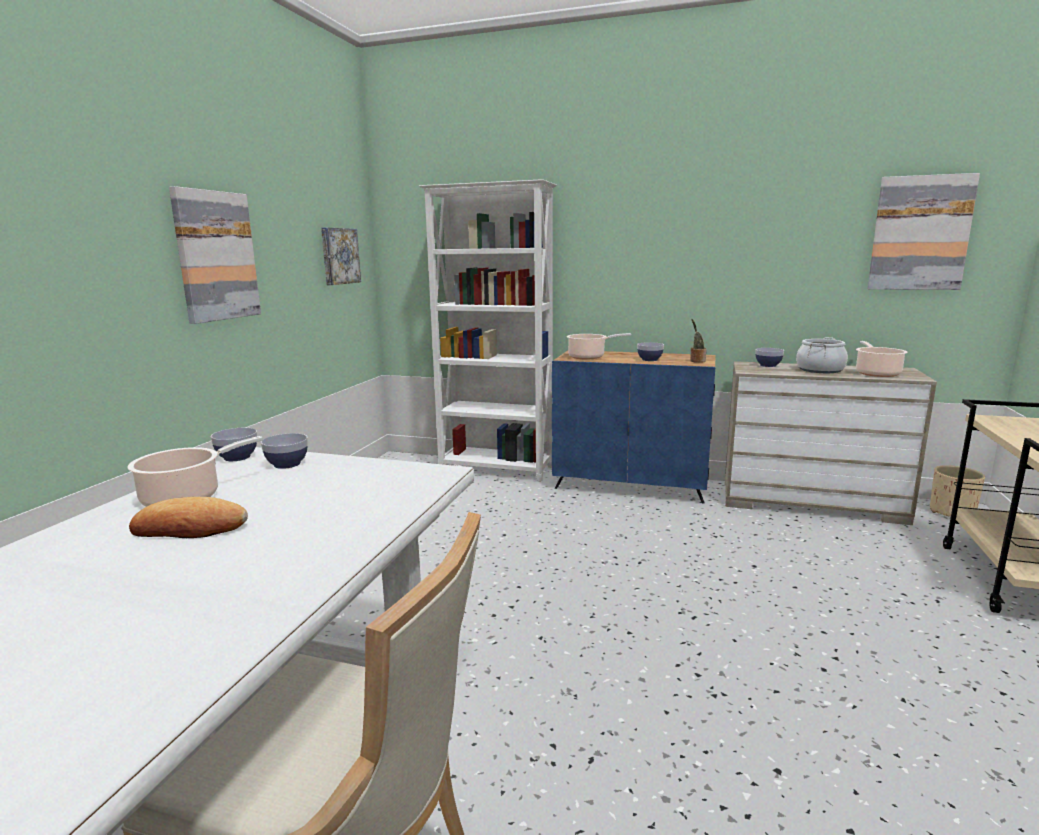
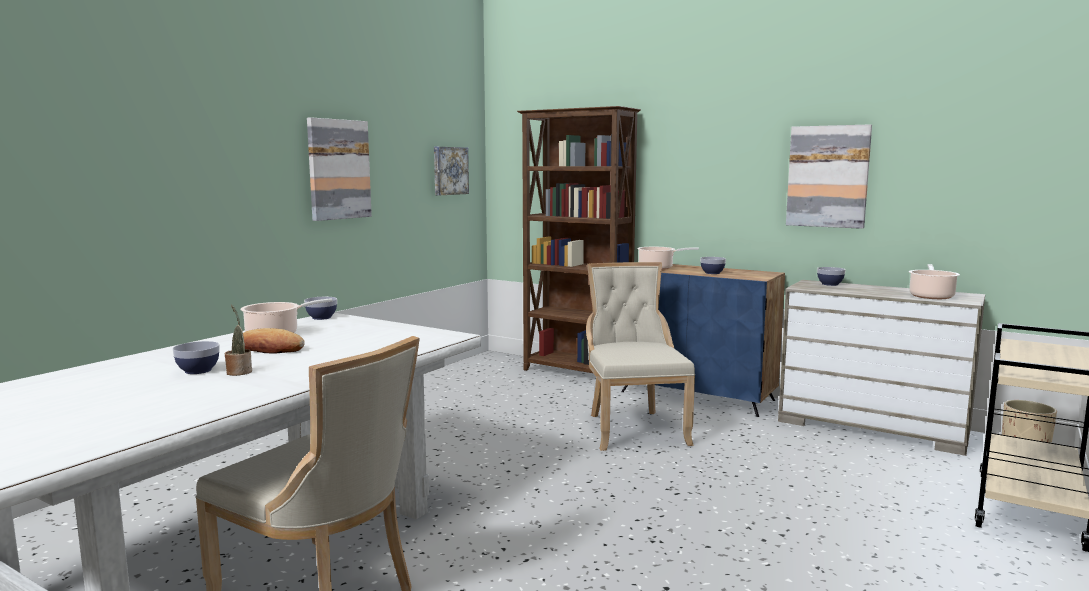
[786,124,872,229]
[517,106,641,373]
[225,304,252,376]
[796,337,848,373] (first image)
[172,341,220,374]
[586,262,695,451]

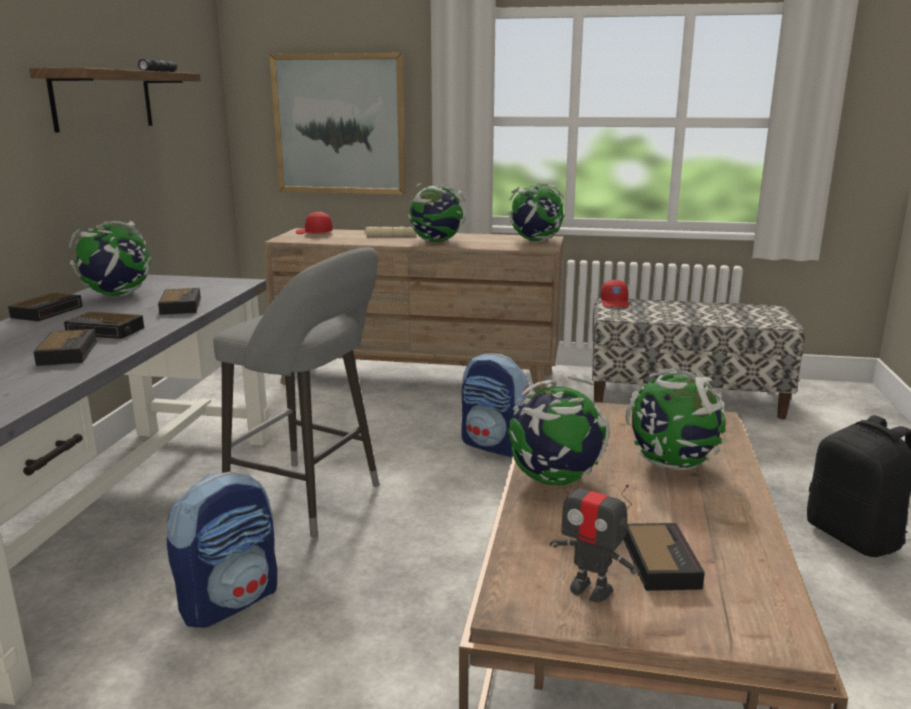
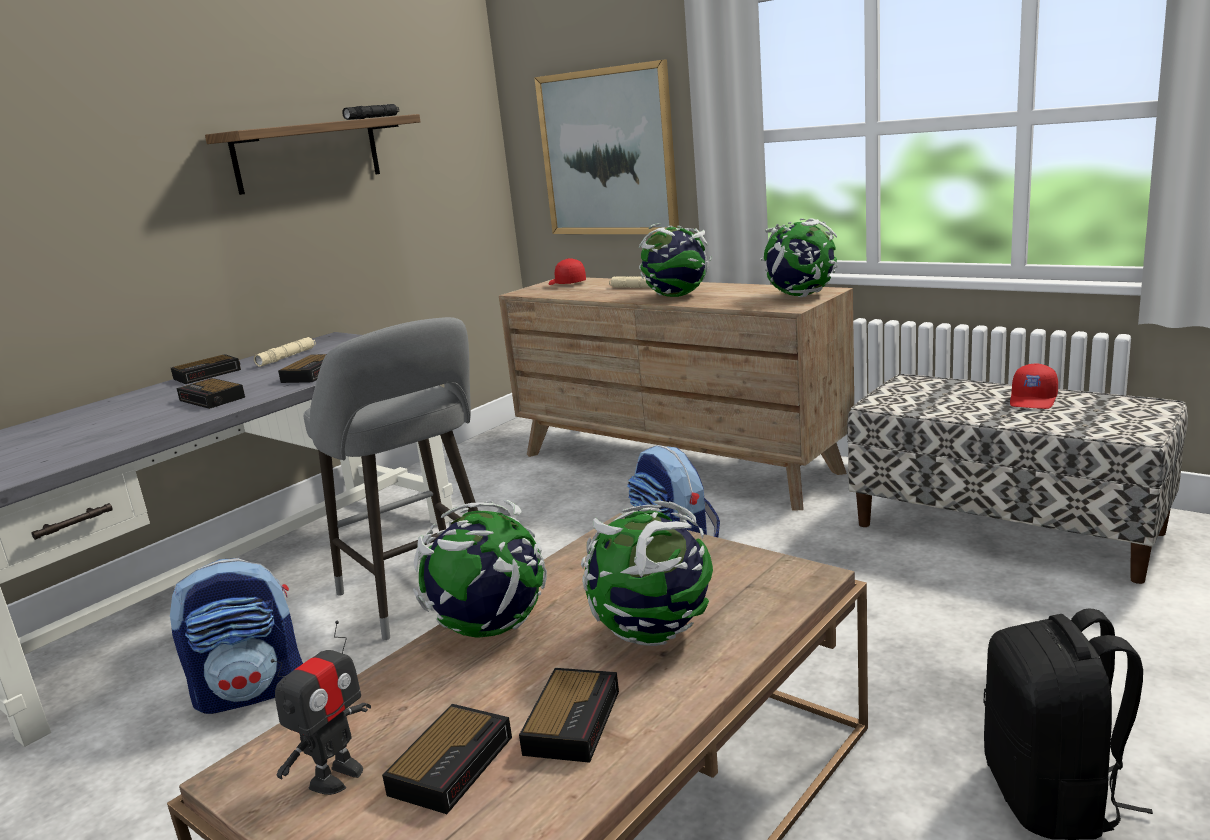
[254,337,316,367]
[1010,363,1058,409]
[519,668,619,763]
[271,621,371,795]

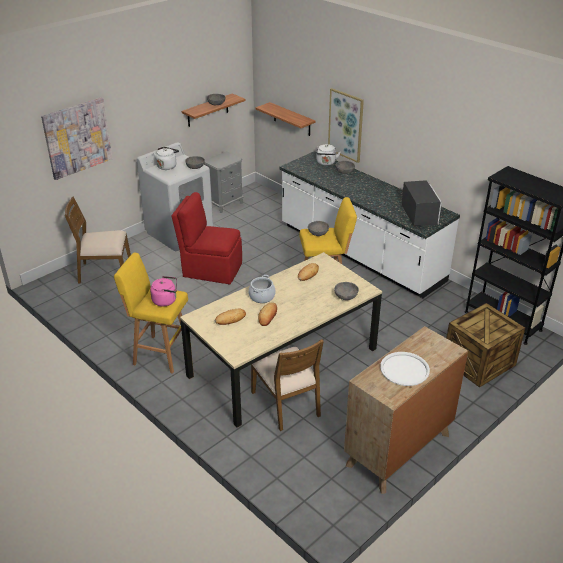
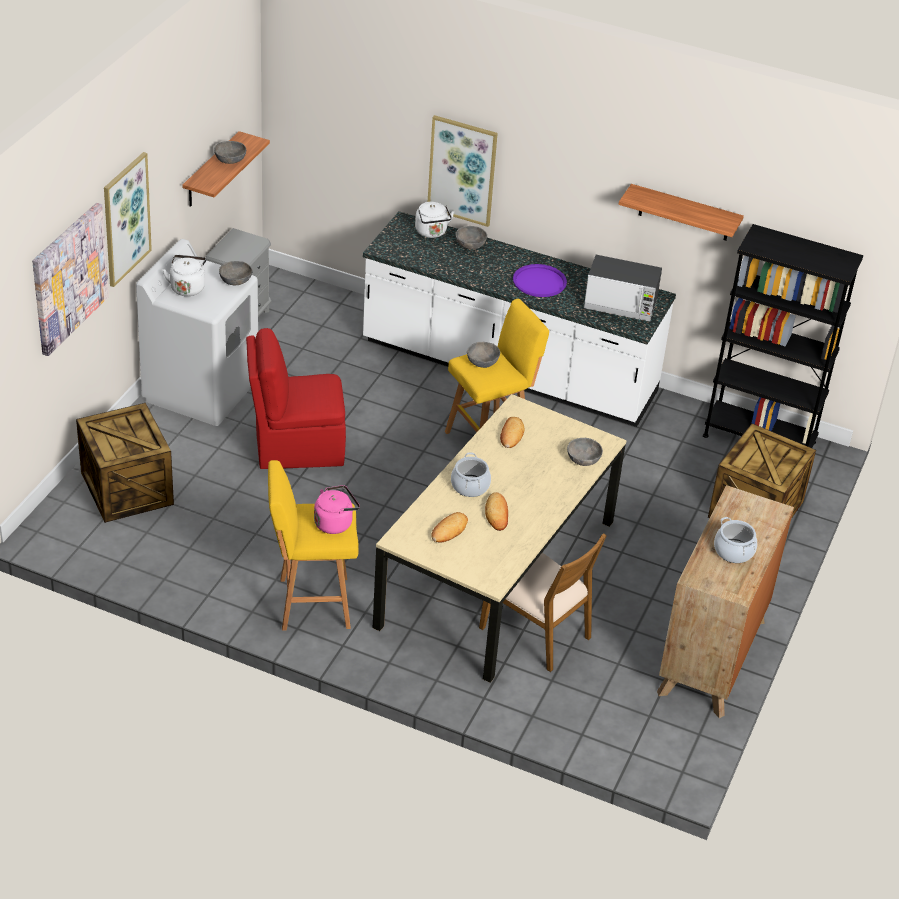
[618,184,744,241]
[584,255,662,322]
[76,403,174,523]
[714,517,757,563]
[104,152,152,287]
[513,264,567,297]

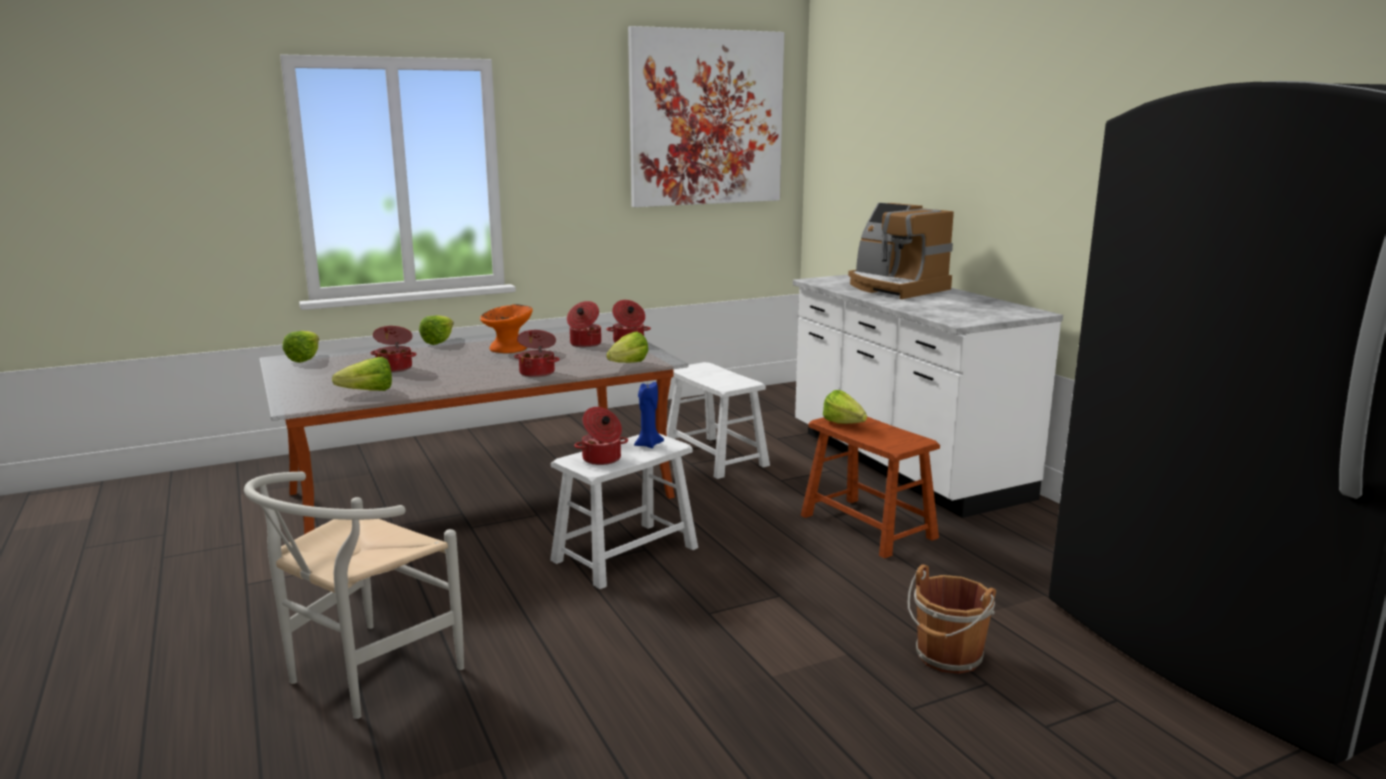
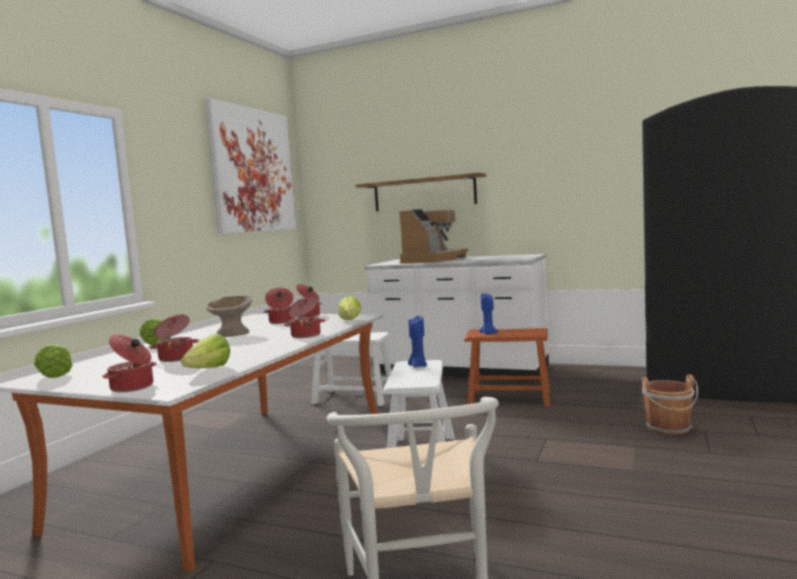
[399,209,468,264]
[206,296,252,337]
[479,294,498,334]
[102,334,157,393]
[356,173,486,211]

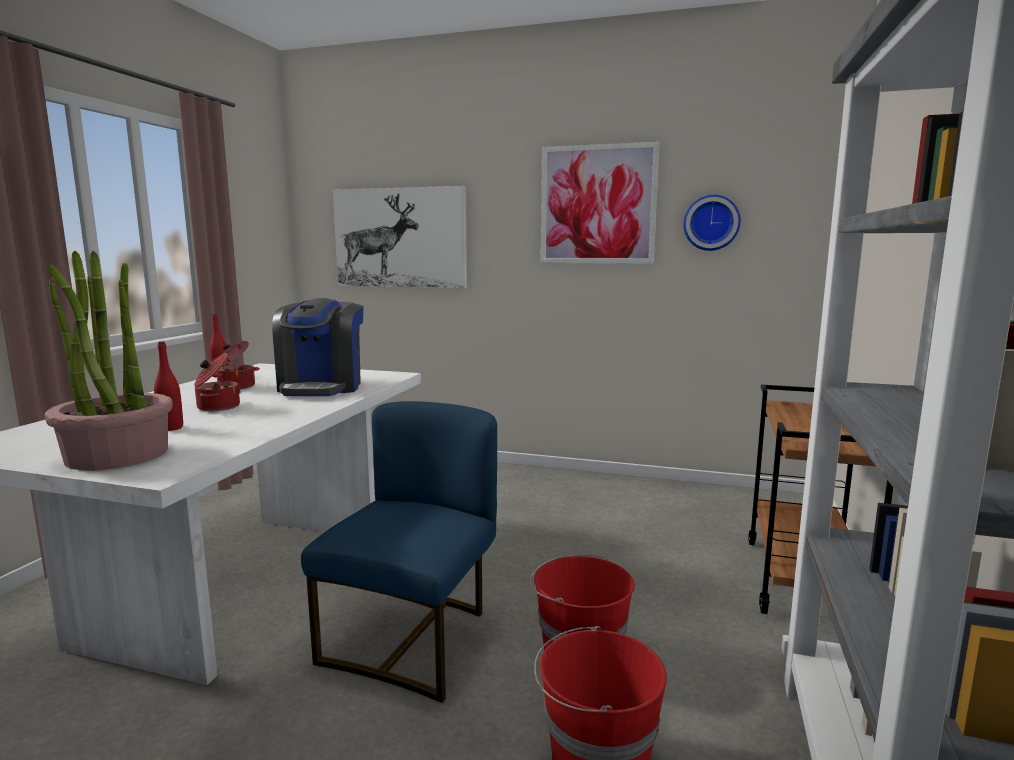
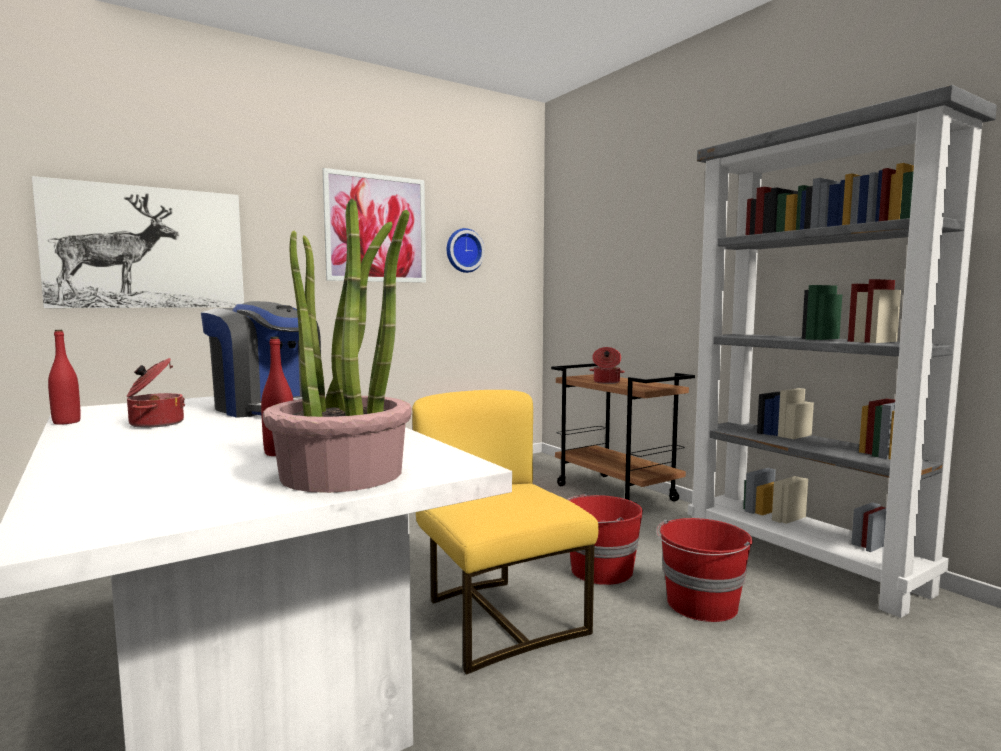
[590,347,625,384]
[412,390,599,675]

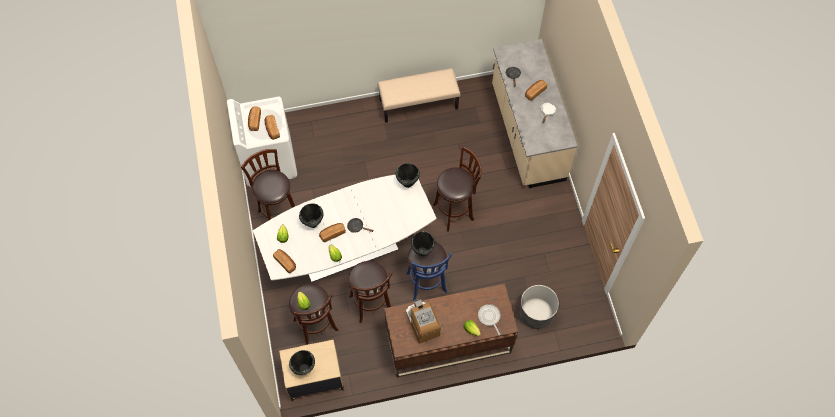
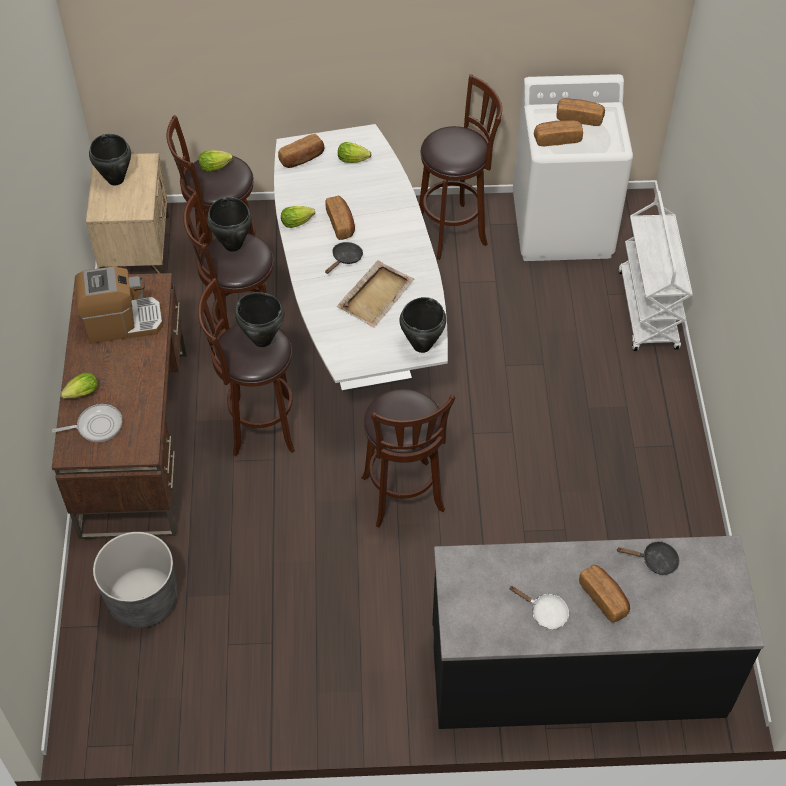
[432,535,764,729]
[378,68,460,123] (first image)
[207,197,252,252]
[198,278,295,457]
[618,191,693,351]
[337,260,414,328]

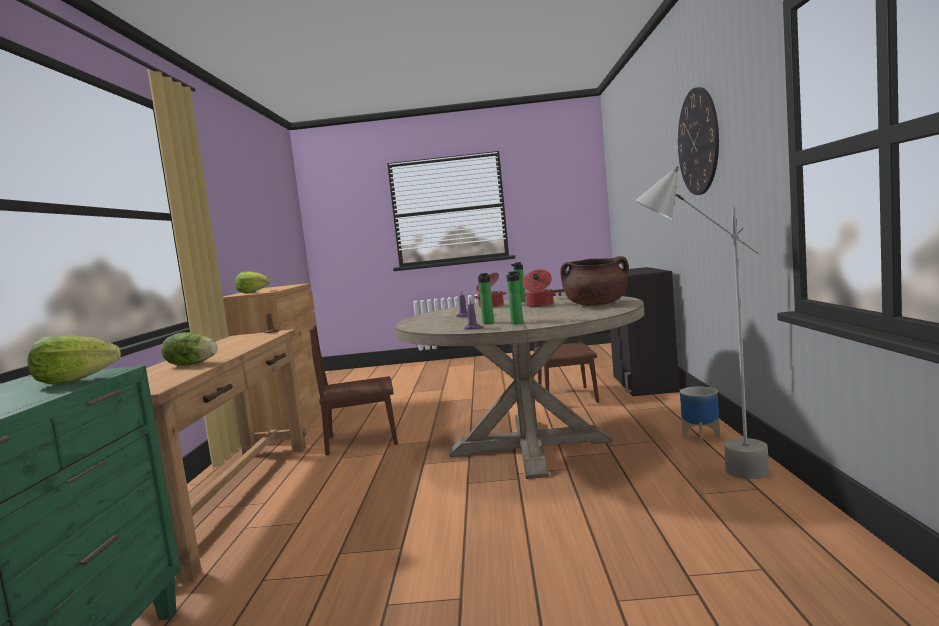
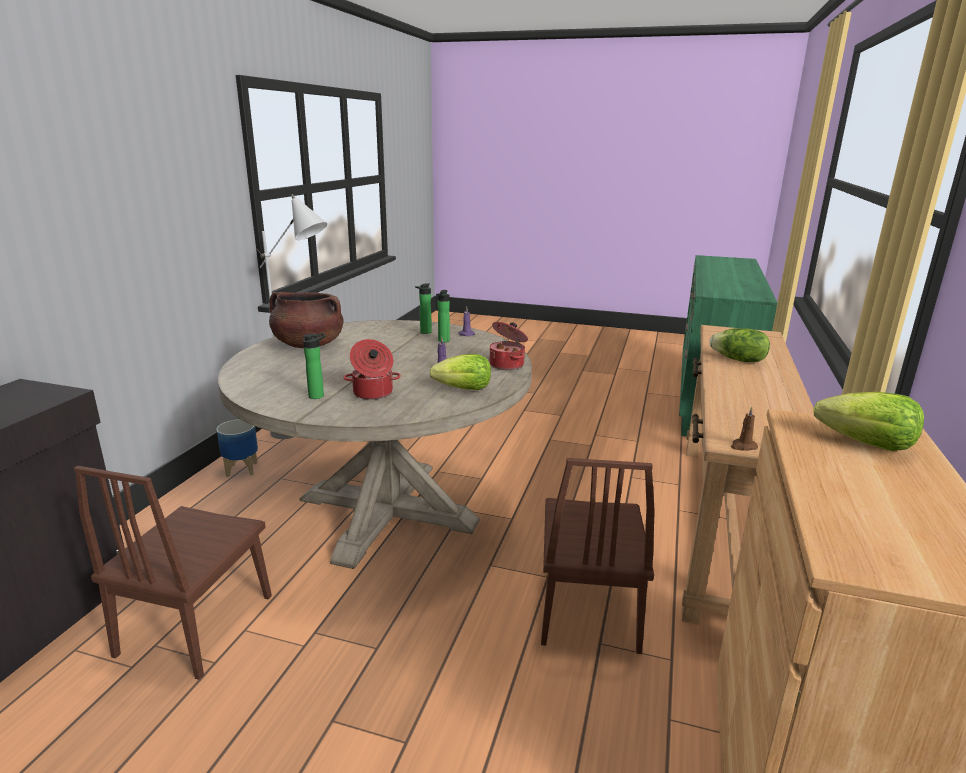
[678,87,719,195] (first image)
[490,322,528,370]
[541,458,655,654]
[429,354,491,390]

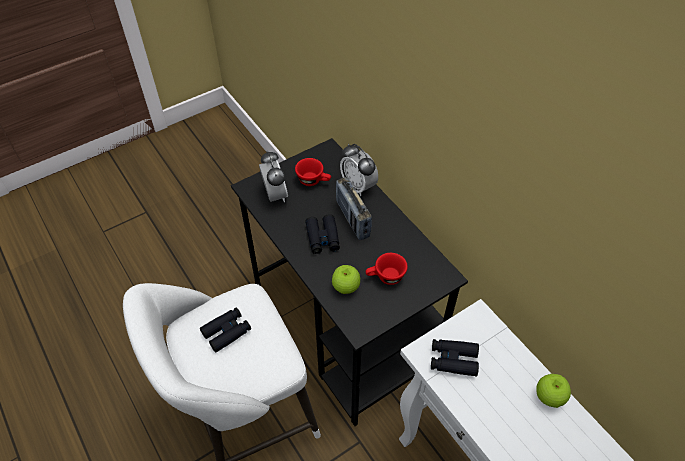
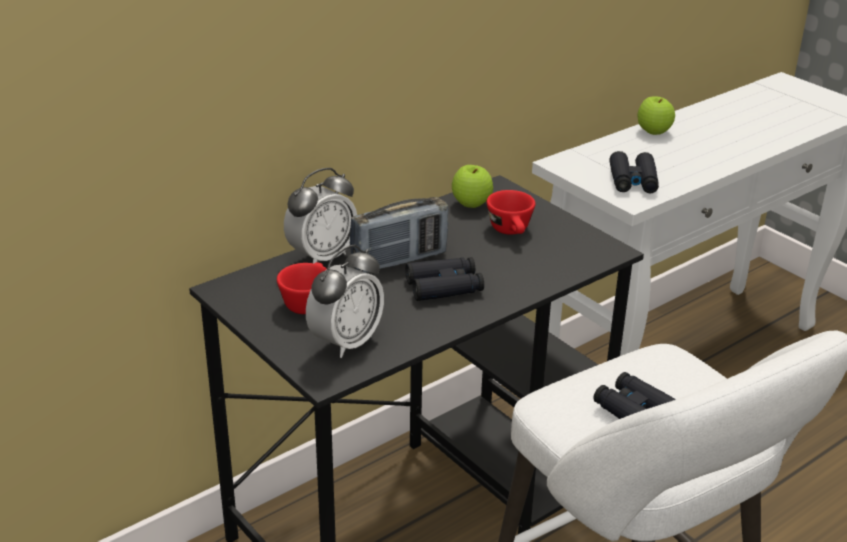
[306,245,384,358]
[452,165,493,208]

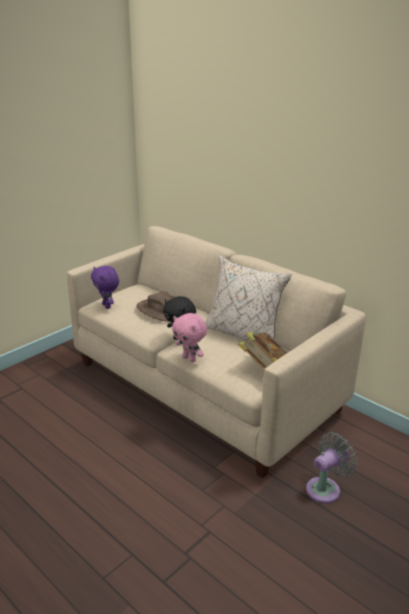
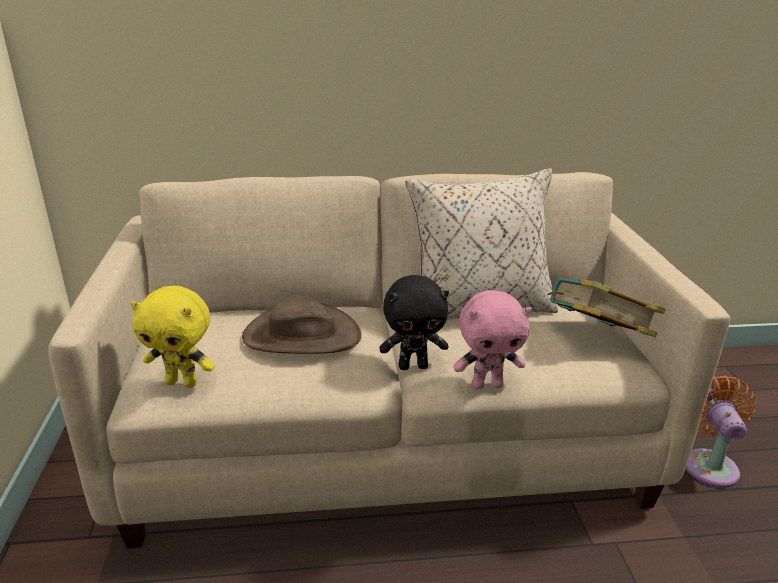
[130,286,215,388]
[686,375,756,488]

